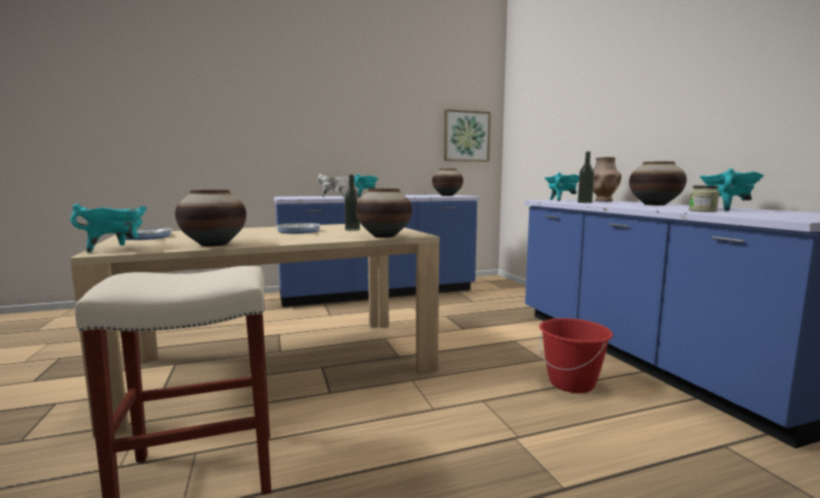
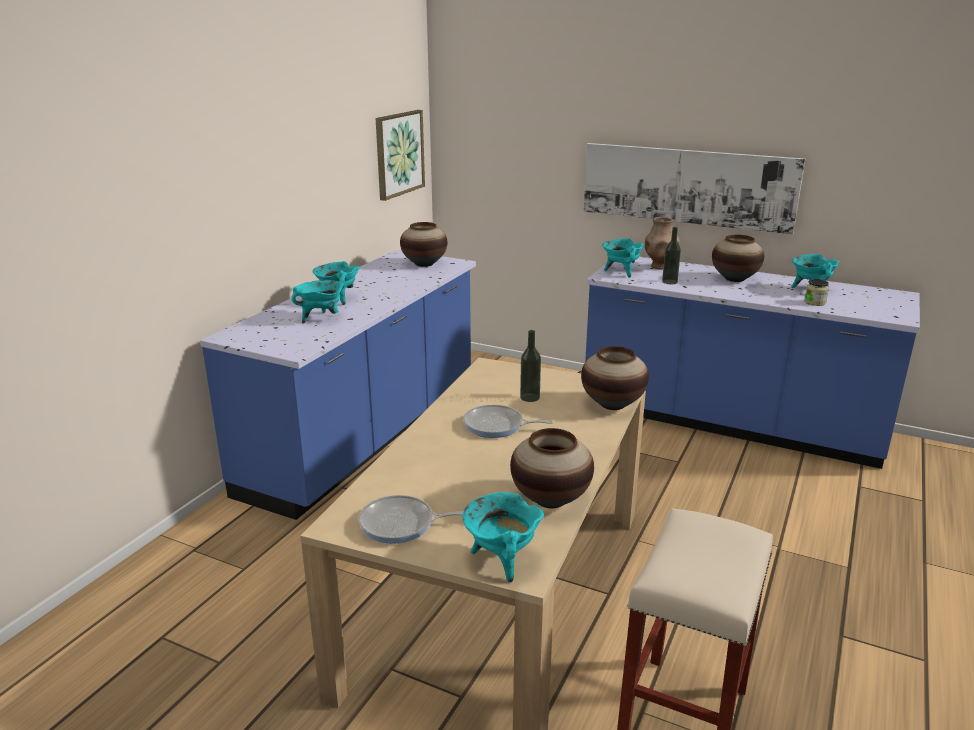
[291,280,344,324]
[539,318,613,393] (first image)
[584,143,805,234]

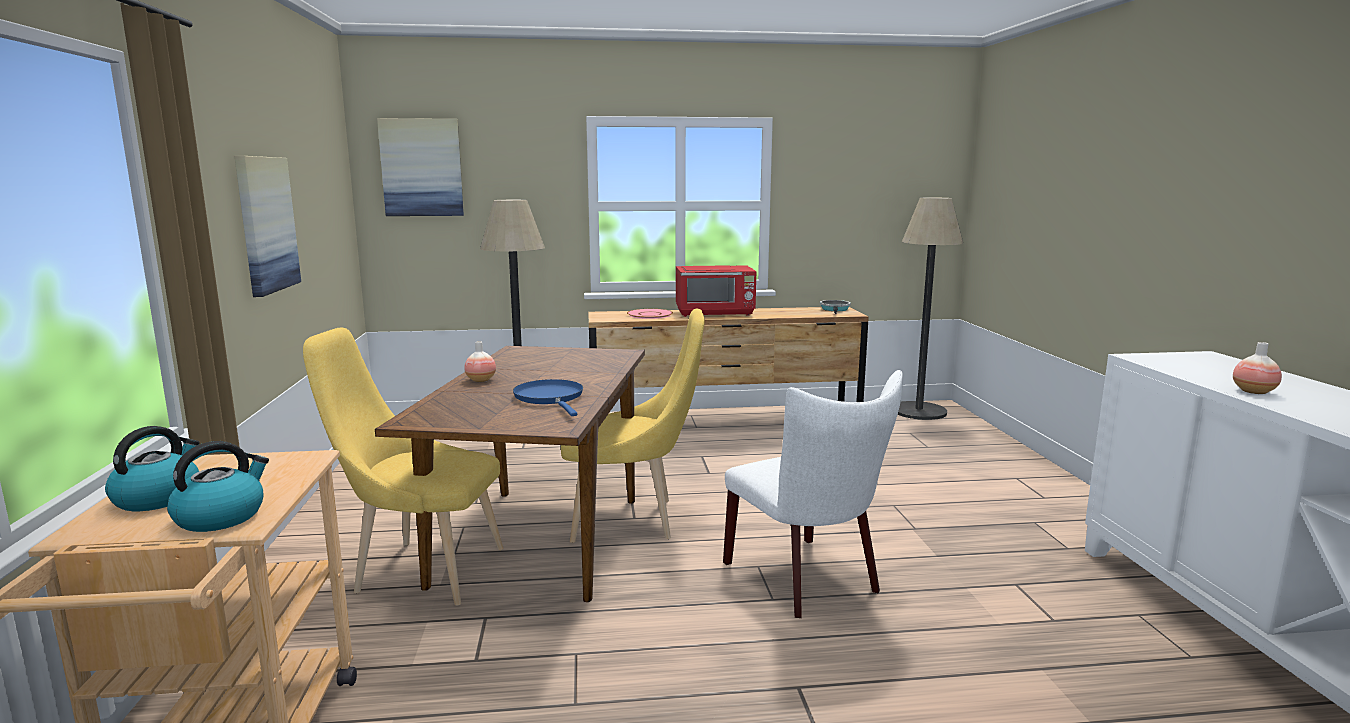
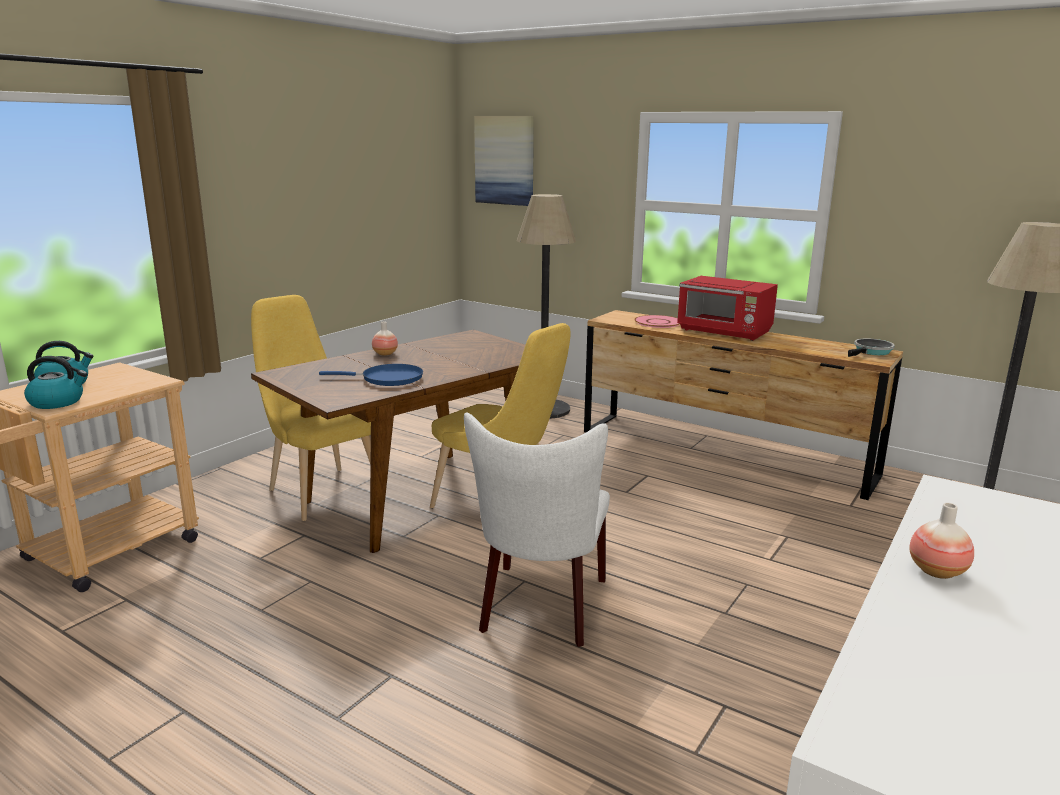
[235,156,301,297] (first image)
[319,364,423,386]

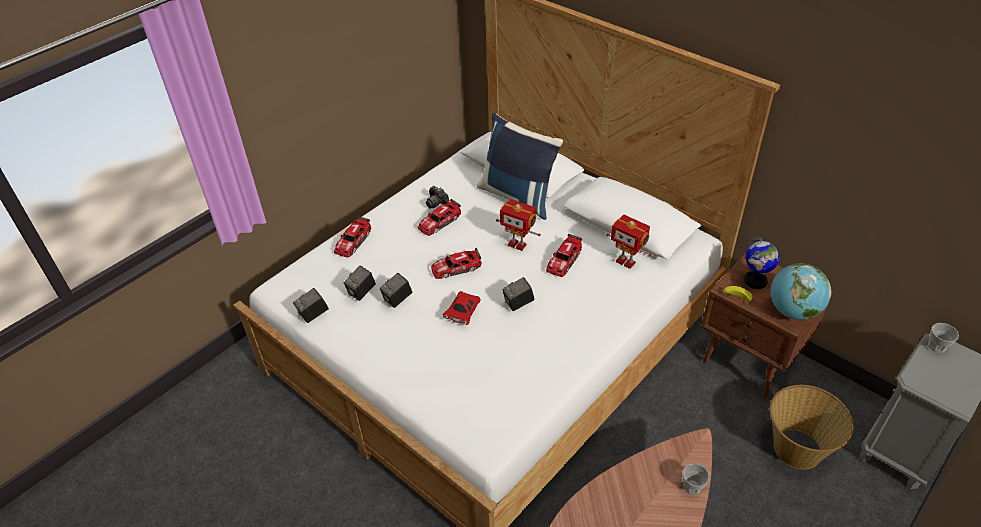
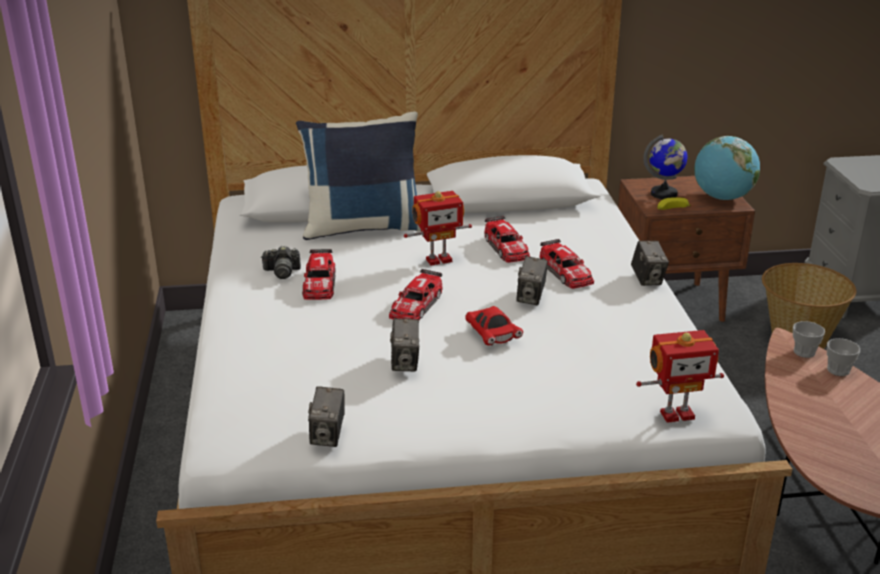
[636,330,724,423]
[540,239,594,289]
[631,241,669,286]
[793,321,825,358]

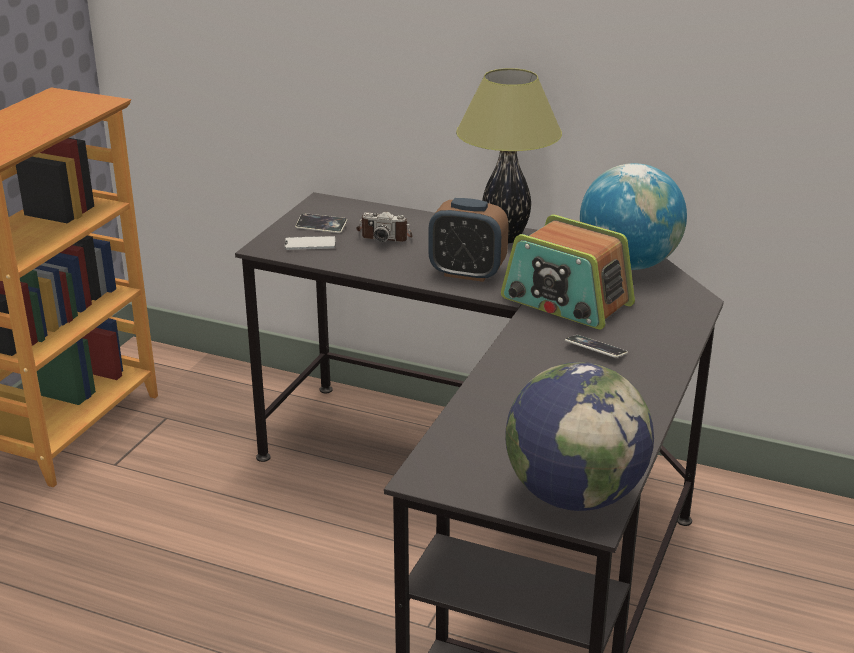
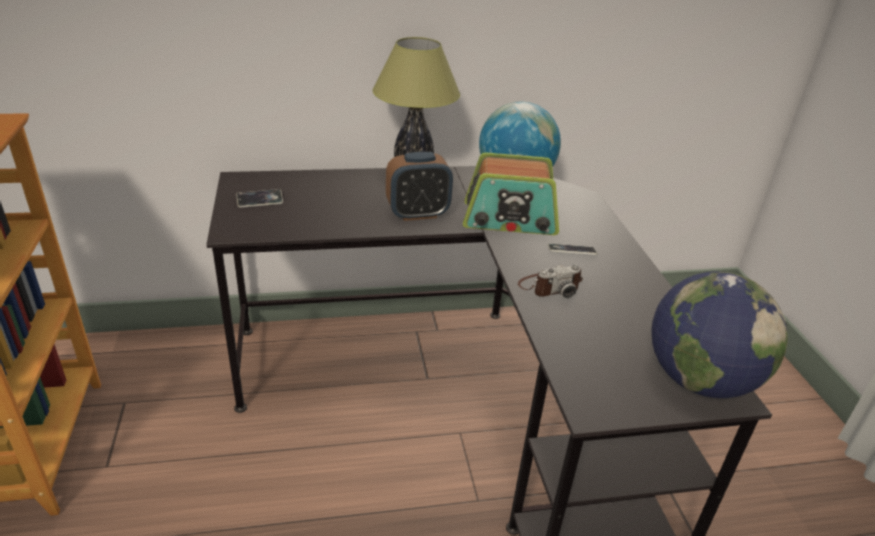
[518,265,583,298]
[285,236,336,250] (first image)

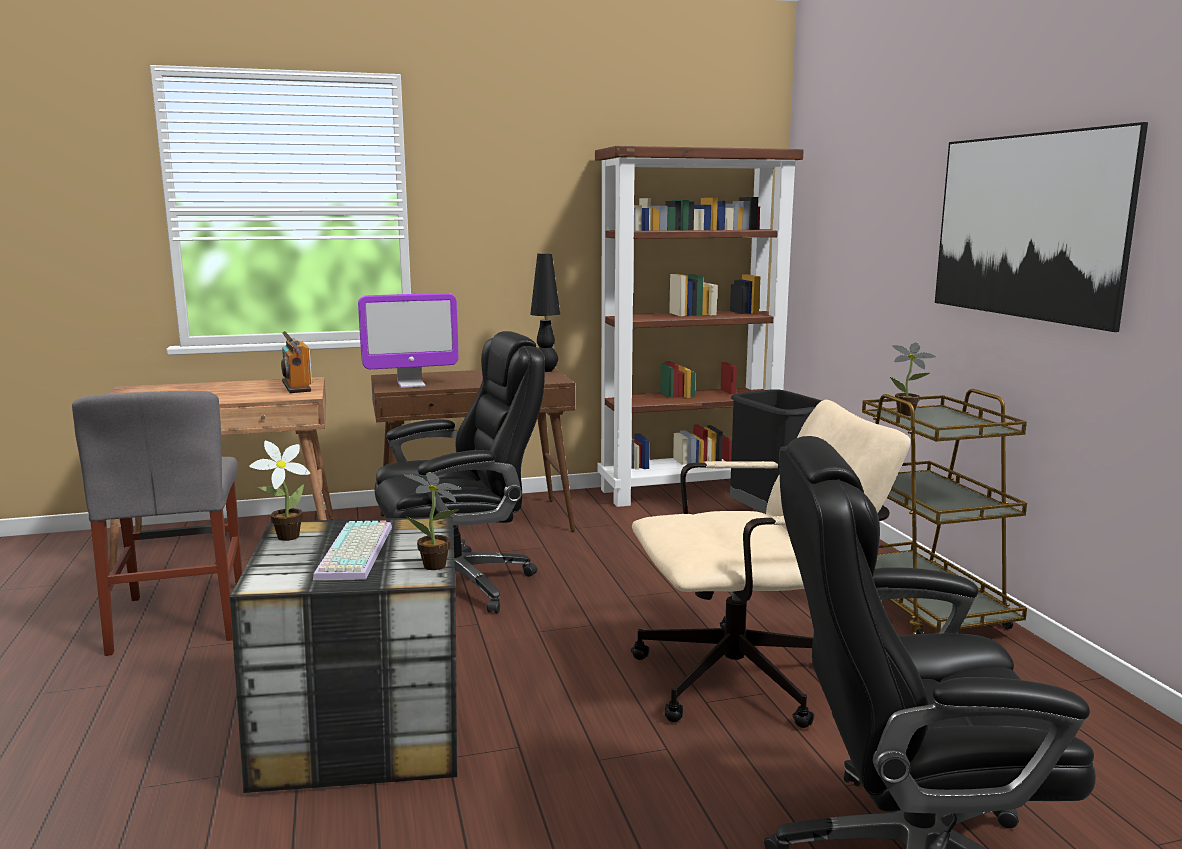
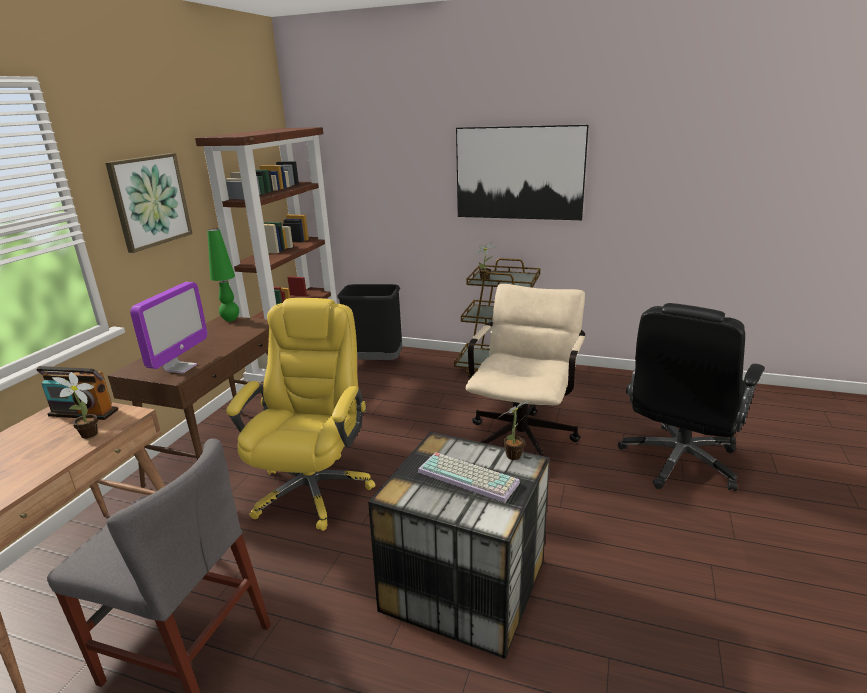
[207,229,239,322]
[226,298,375,531]
[52,372,98,439]
[105,153,193,253]

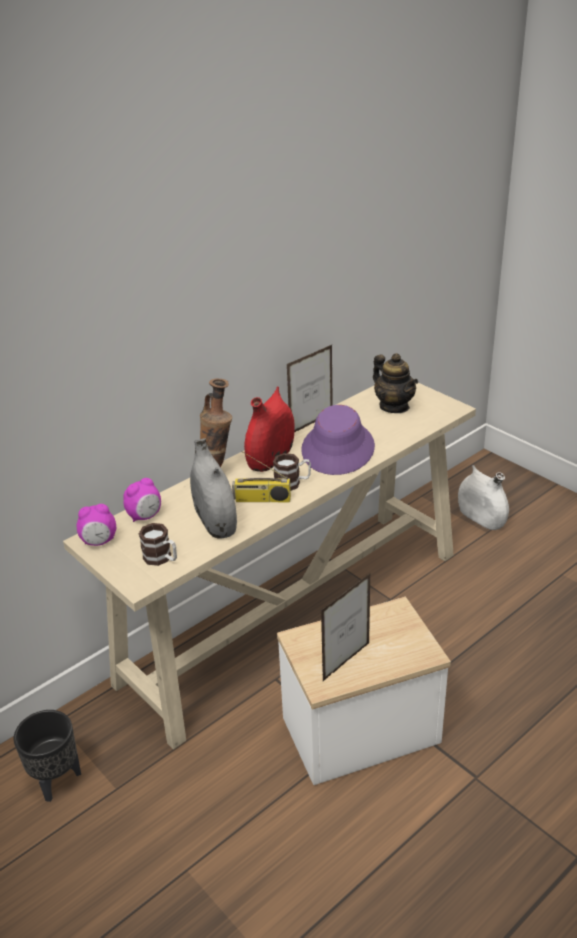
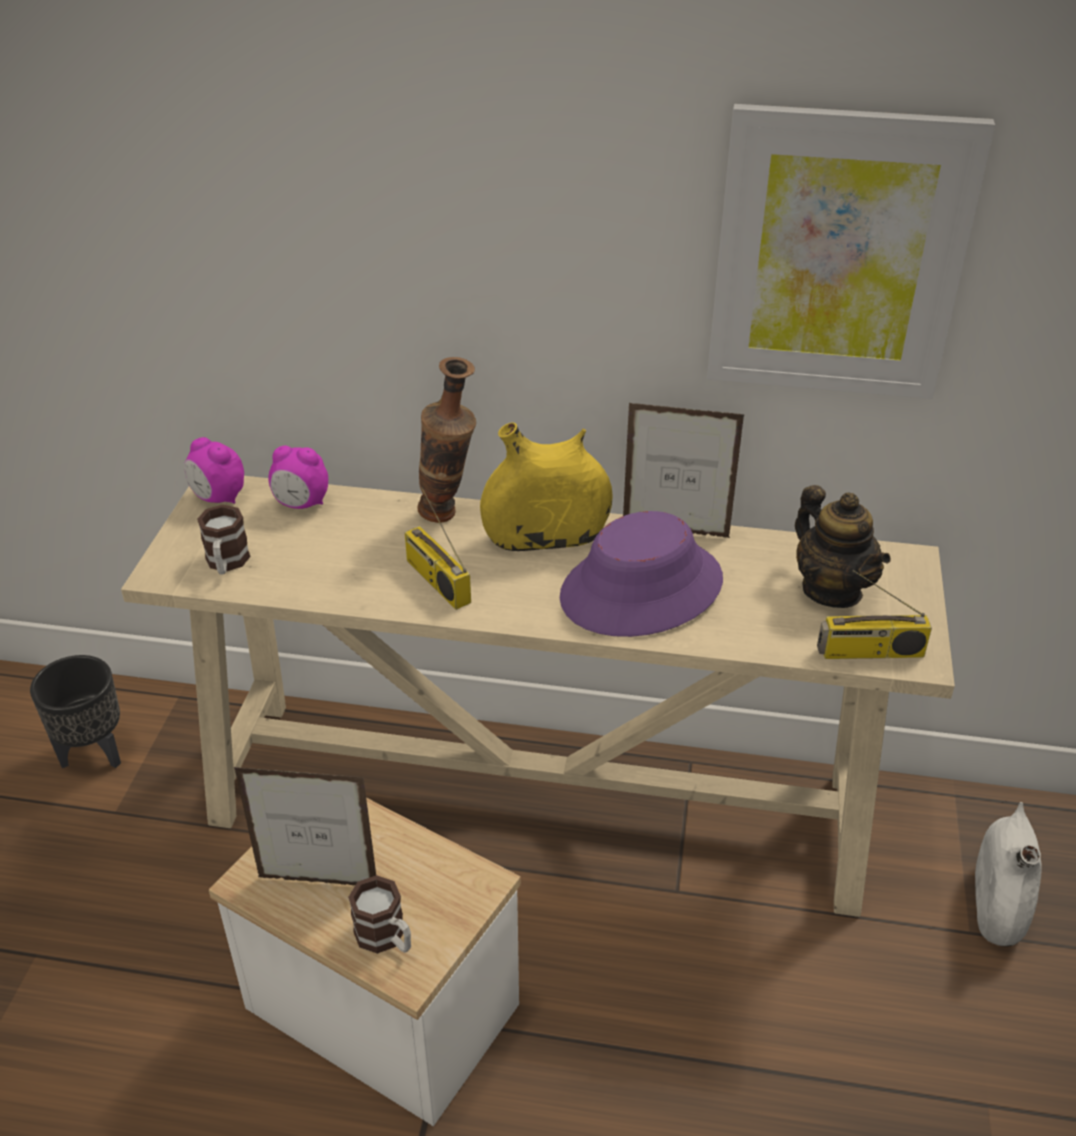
[795,485,891,608]
[480,422,612,551]
[190,438,237,539] (first image)
[348,875,411,954]
[707,104,995,399]
[817,570,932,659]

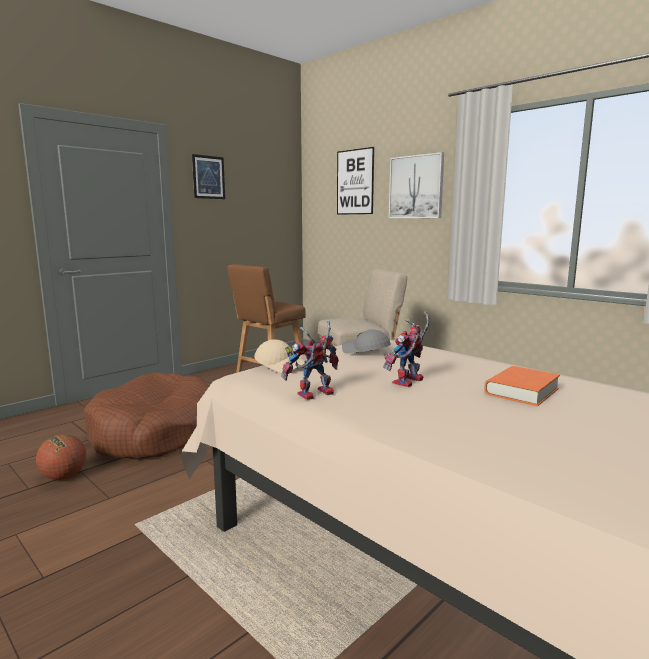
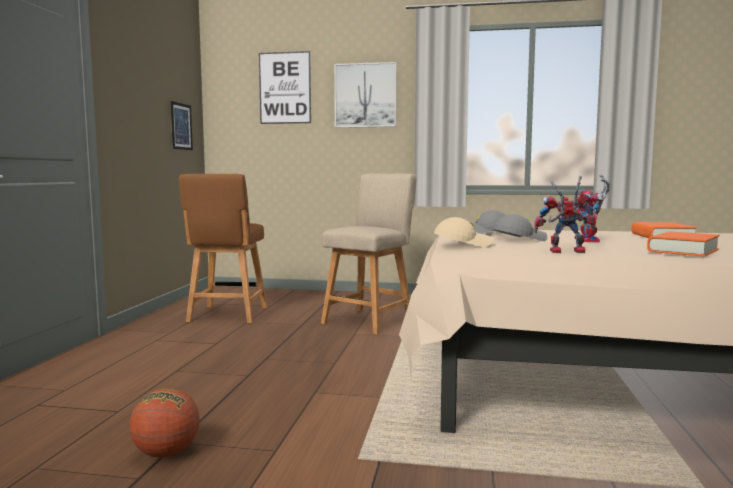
[171,101,193,150]
[534,176,596,253]
[84,372,209,458] (first image)
[492,214,547,241]
[647,231,720,257]

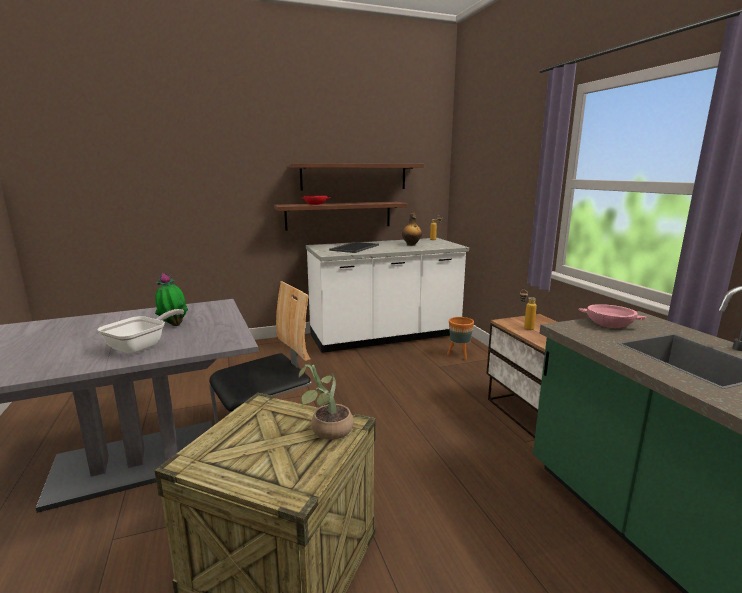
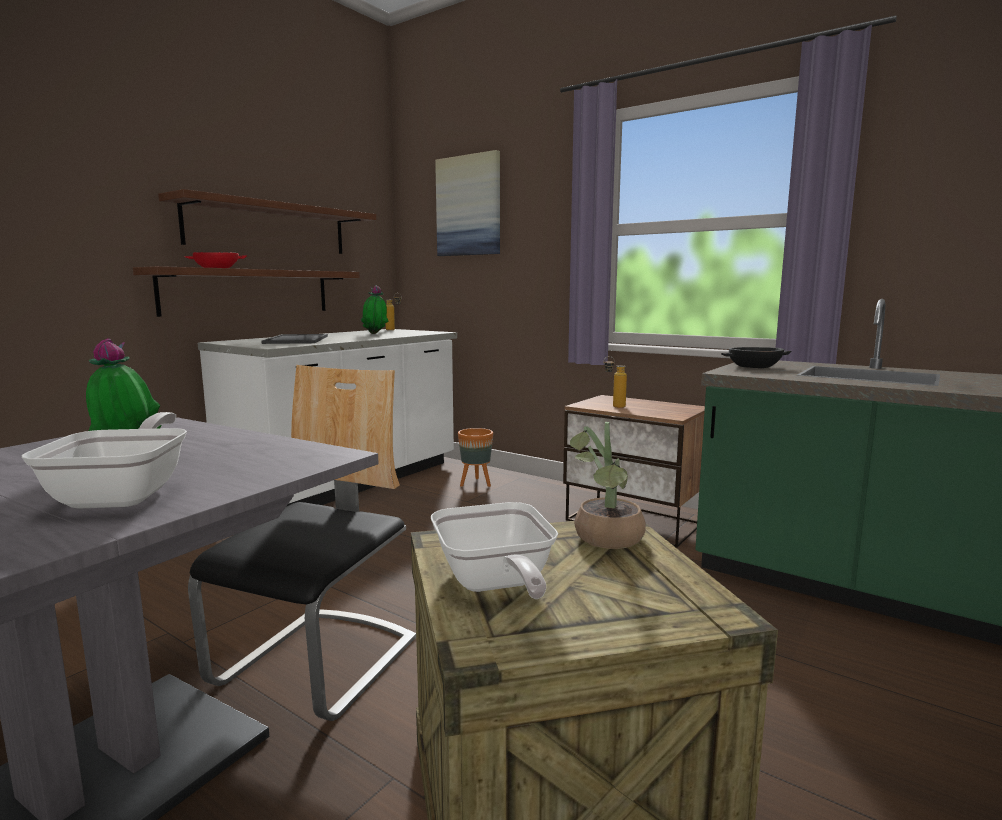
[361,285,389,334]
[721,347,792,368]
[435,150,500,256]
[431,502,558,599]

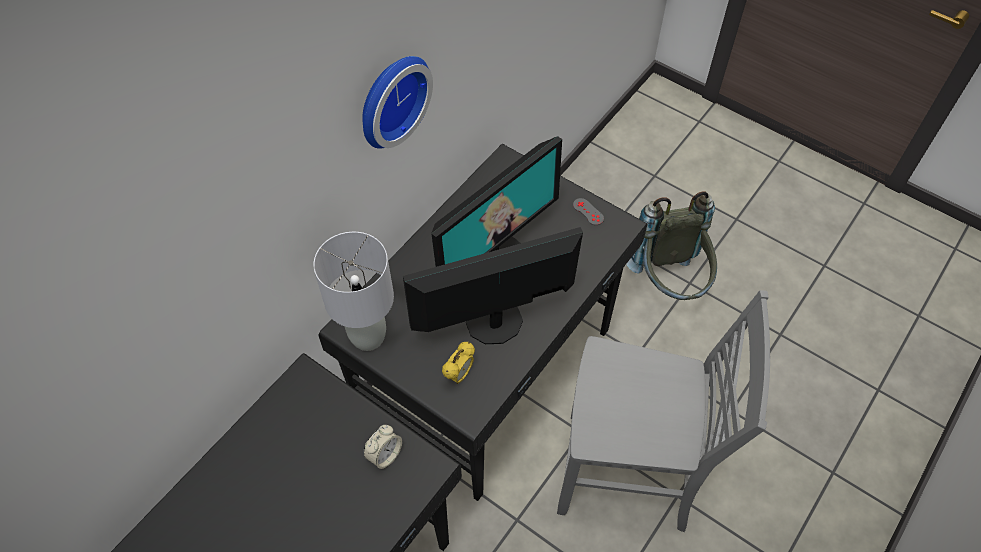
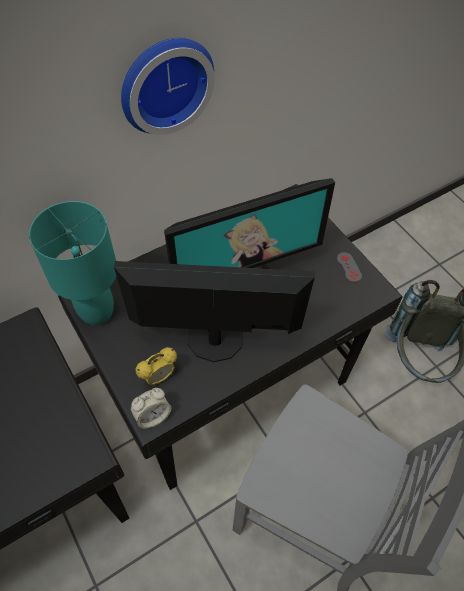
[29,201,116,326]
[130,388,171,429]

